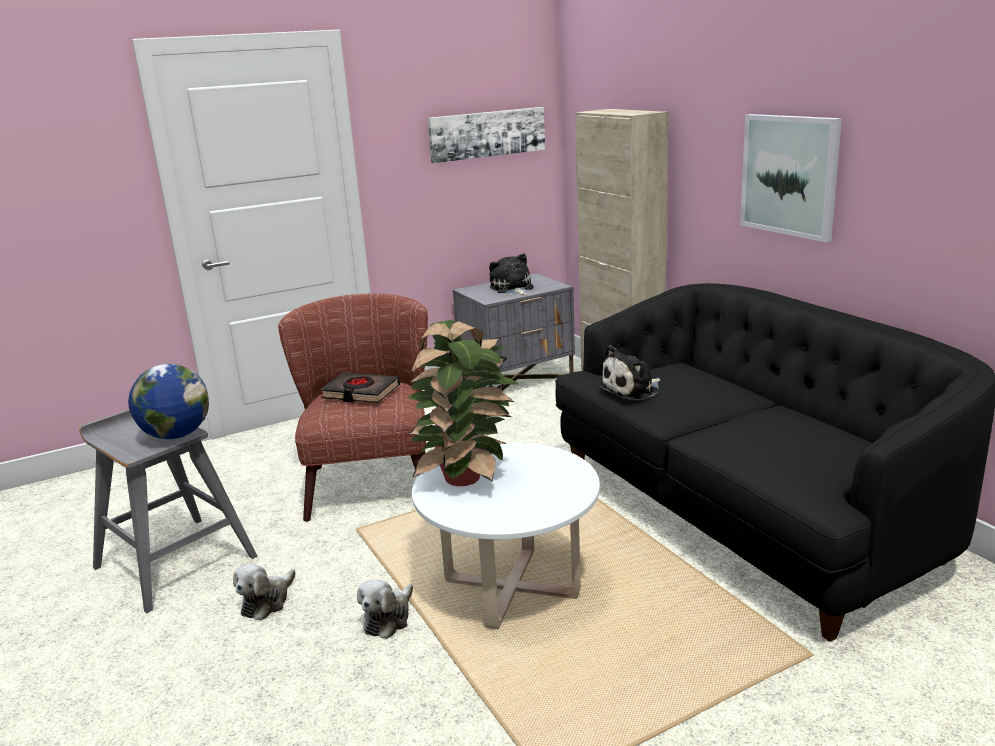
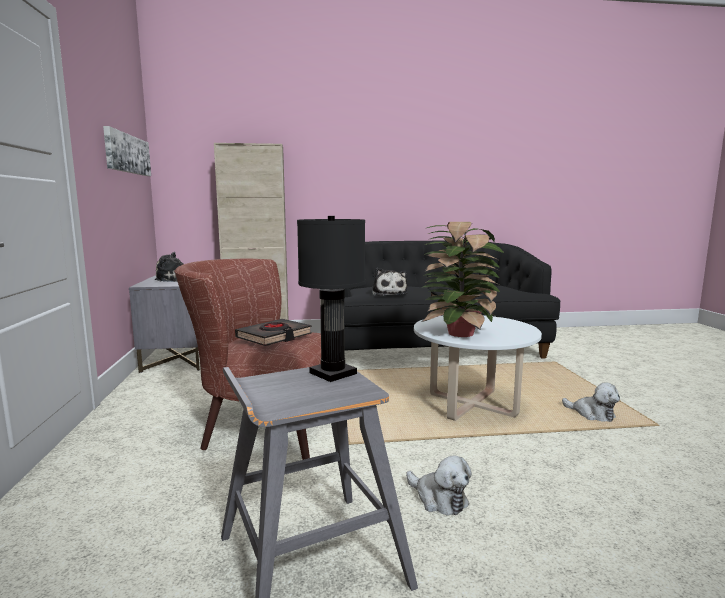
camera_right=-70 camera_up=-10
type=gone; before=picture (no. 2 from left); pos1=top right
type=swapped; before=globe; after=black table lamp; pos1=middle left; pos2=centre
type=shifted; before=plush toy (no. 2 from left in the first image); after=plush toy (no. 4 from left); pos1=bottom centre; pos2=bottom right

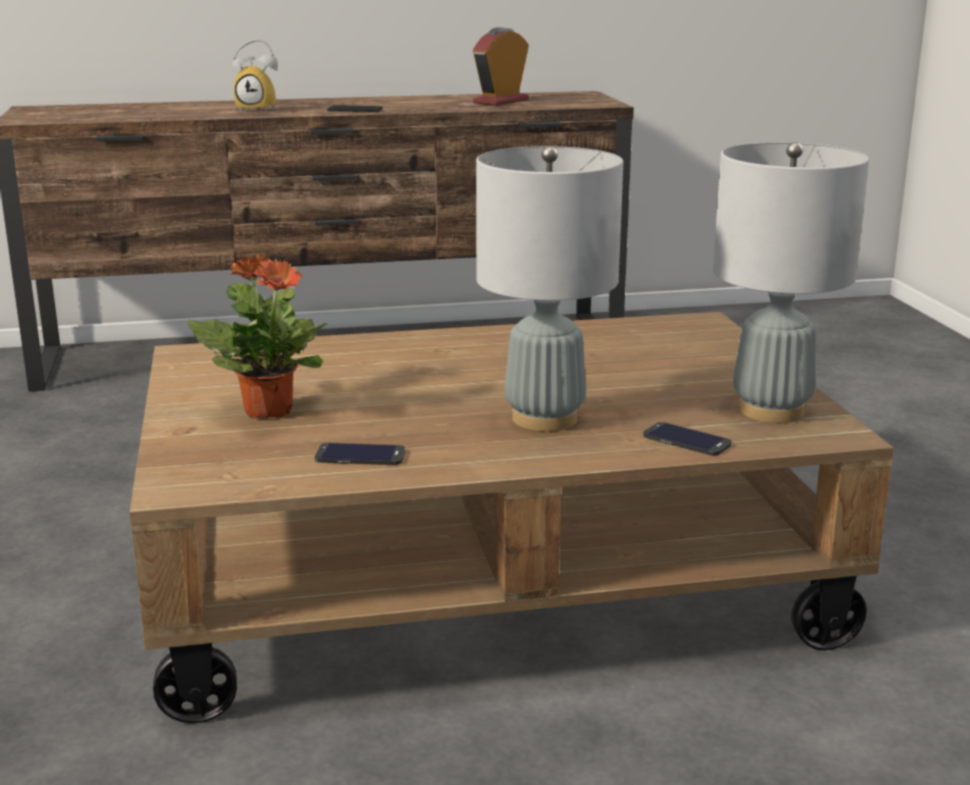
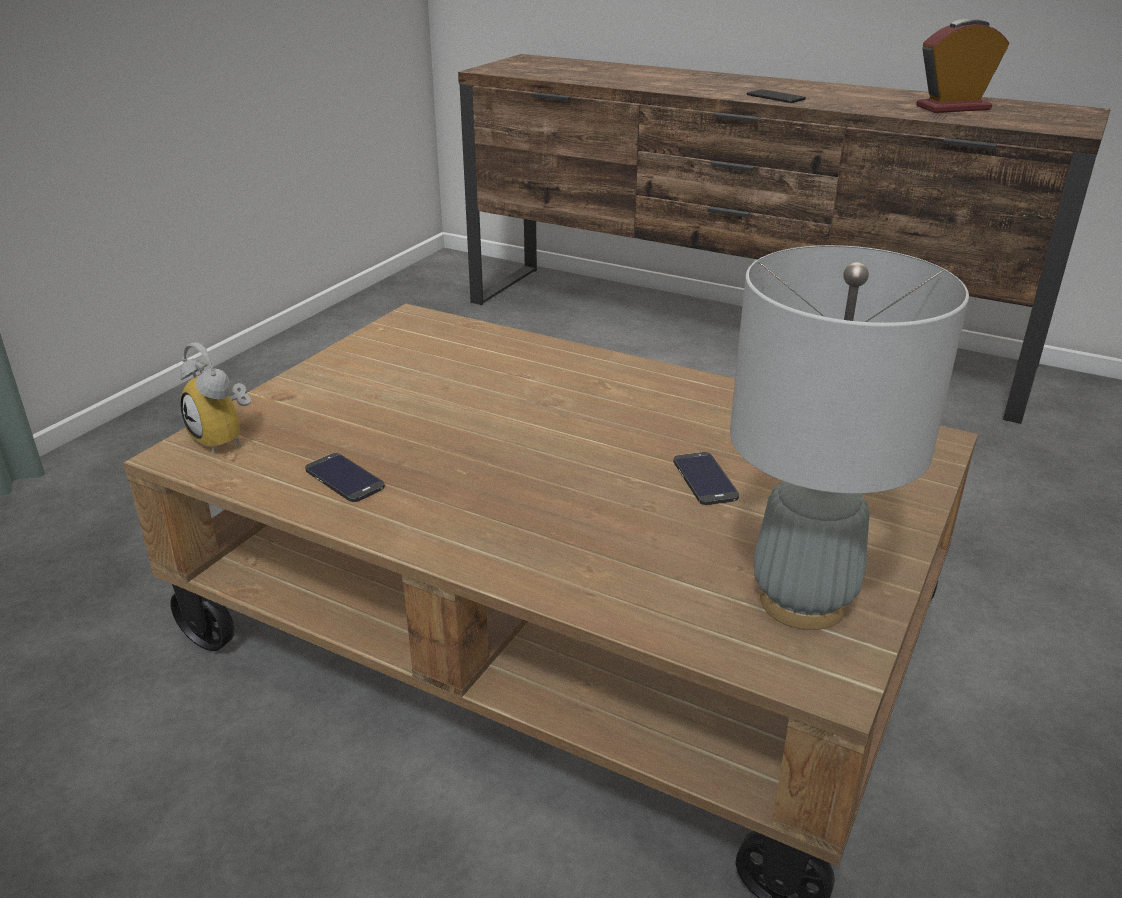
camera_right=40 camera_up=10
type=shifted; before=alarm clock (no. 1 from left); pos1=top left; pos2=middle left
type=gone; before=grey table lamp (no. 1 from left); pos1=centre
type=gone; before=potted plant; pos1=middle left
type=shifted; before=phone (no. 3 from left in the first image); after=phone (no. 2 from left); pos1=middle right; pos2=centre

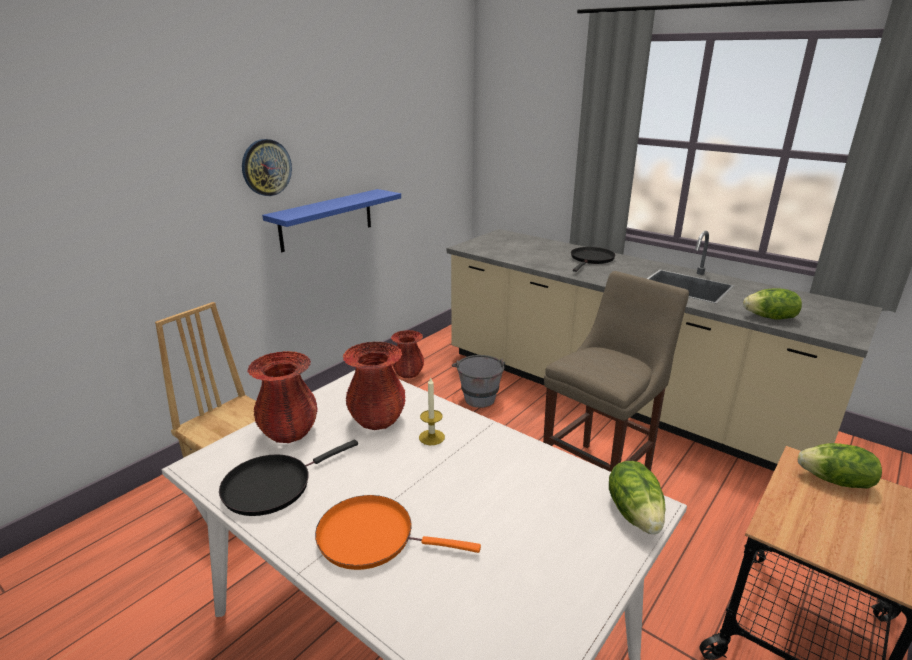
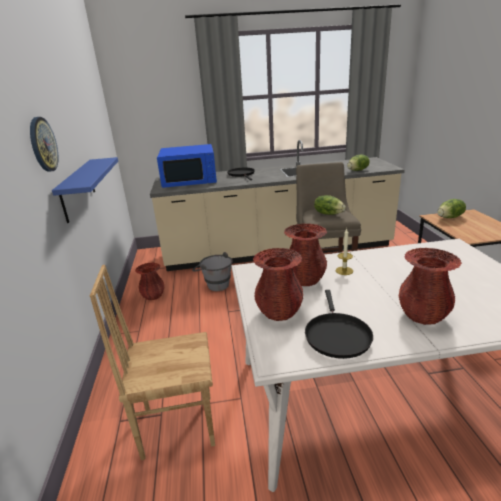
camera_right=-45 camera_up=0
type=shifted; before=lettuce (no. 1 from left); pos1=bottom right; pos2=centre
type=swapped; before=orange frying pan; after=red vase (no. 4 from left); pos1=bottom centre; pos2=middle right
type=new; after=blue microwave; pos2=top centre

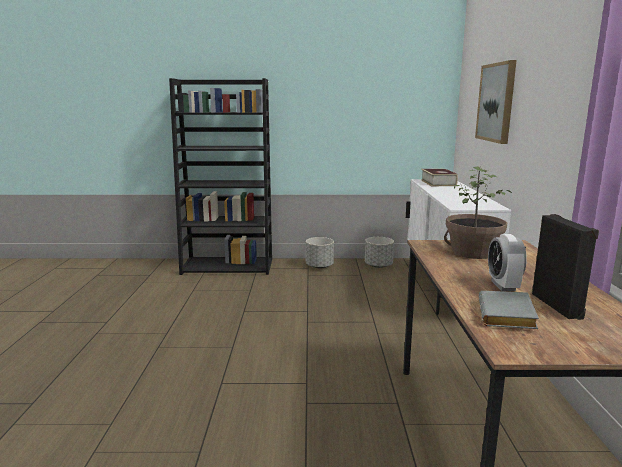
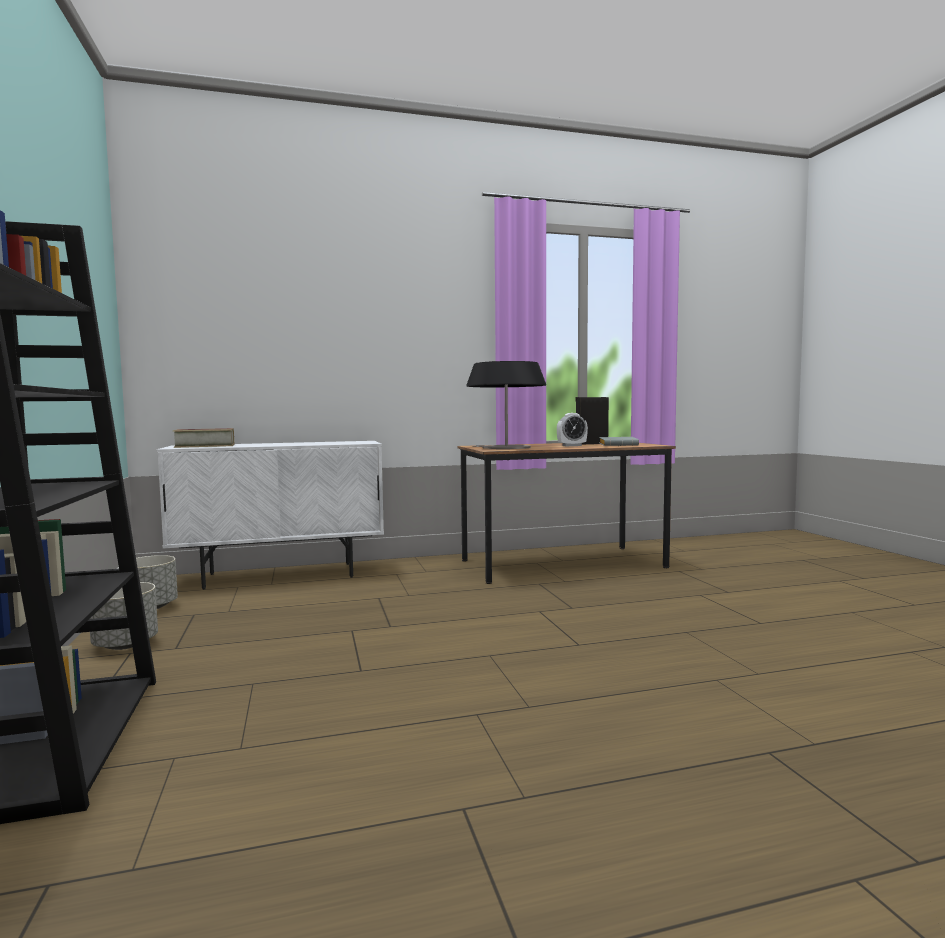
camera_right=-105 camera_up=-10
type=gone; before=picture; pos1=top right
type=swapped; before=potted plant; after=table lamp; pos1=middle right; pos2=centre

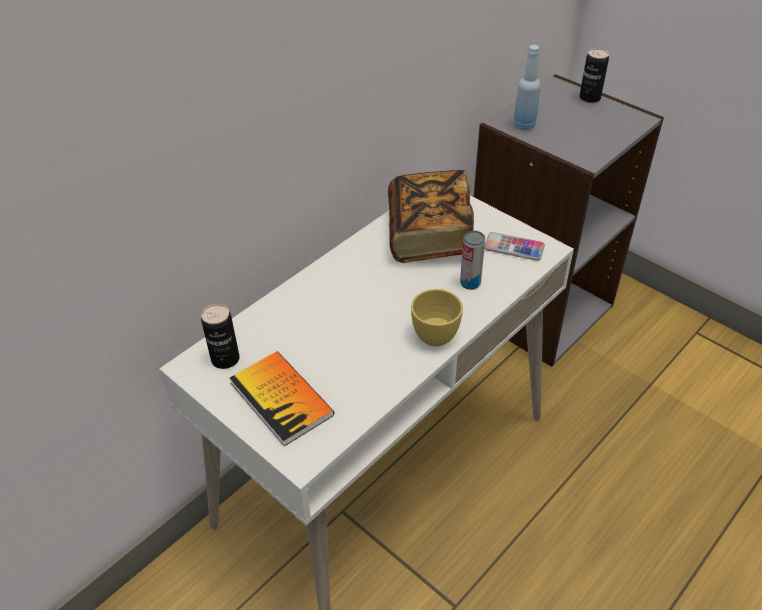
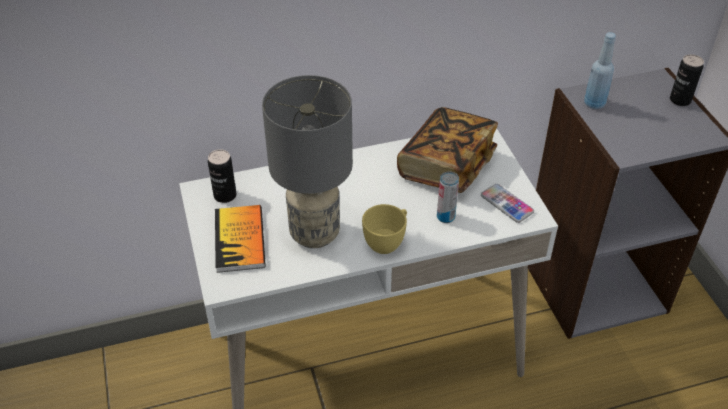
camera_right=30 camera_up=0
type=new; after=grey table lamp; pos2=centre

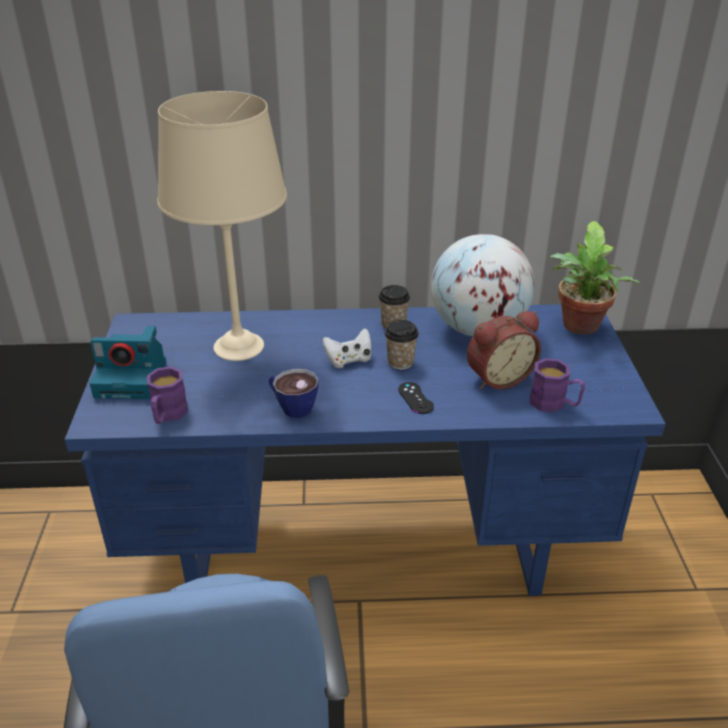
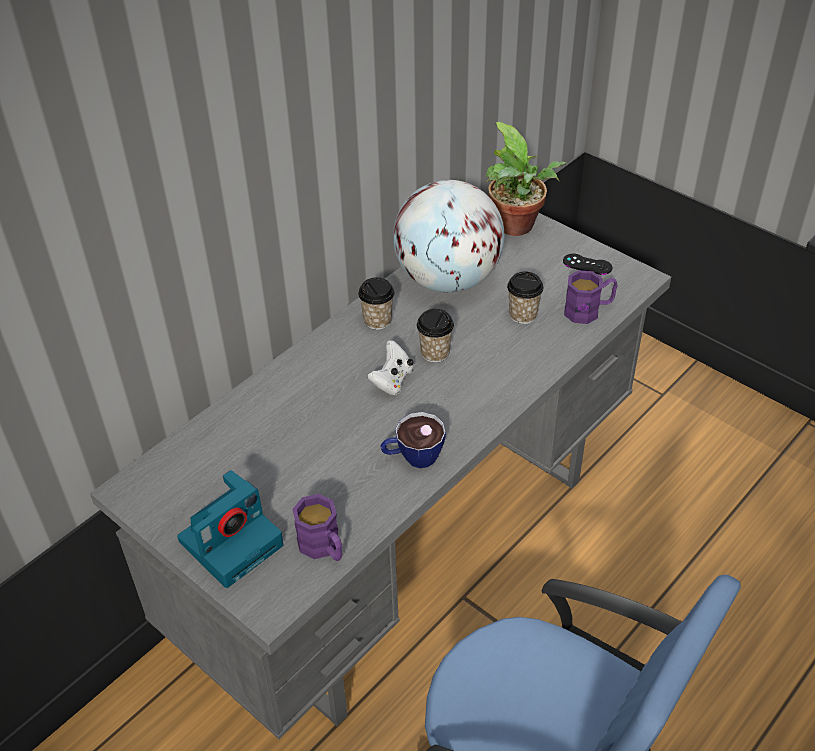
camera_right=-45 camera_up=10
type=gone; before=beige table lamp; pos1=top left
type=repainted; before=blue desk; after=grey desk; pos1=centre; pos2=centre
type=swapped; before=alarm clock; after=cup (no. 4 from left); pos1=middle right; pos2=centre
type=shifted; before=black game controller; pos1=centre; pos2=middle right

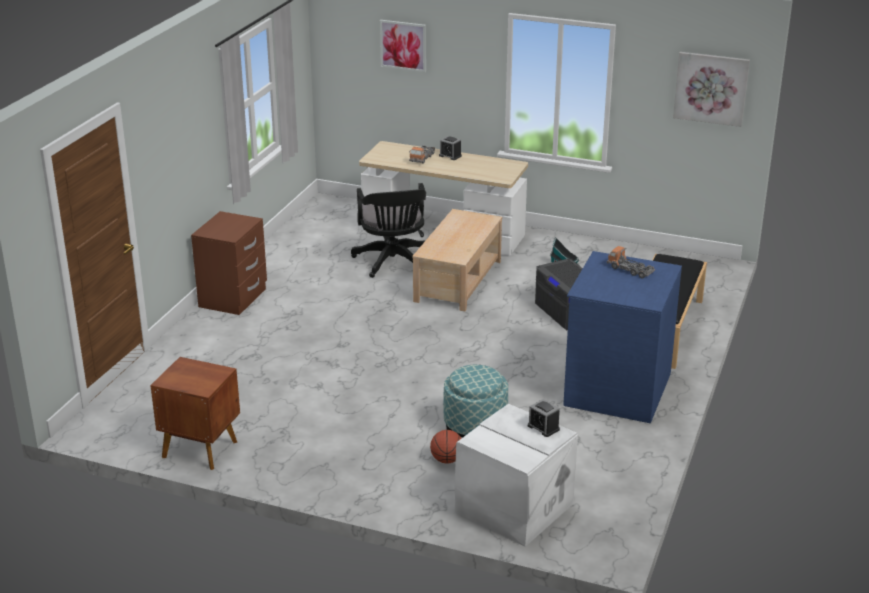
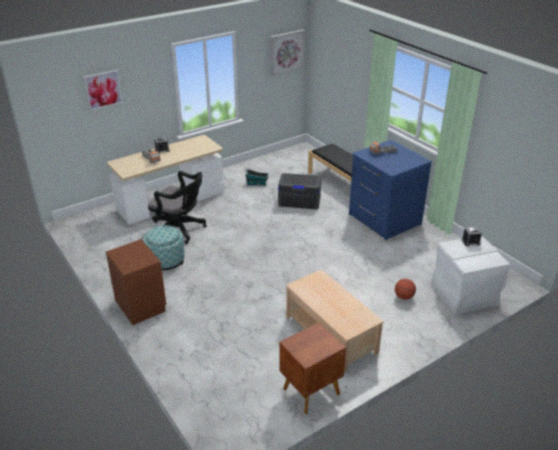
camera_right=-55 camera_up=5
type=shifted; before=beige coffee table; pos1=centre; pos2=bottom centre
type=shifted; before=ottoman; pos1=bottom centre; pos2=middle left

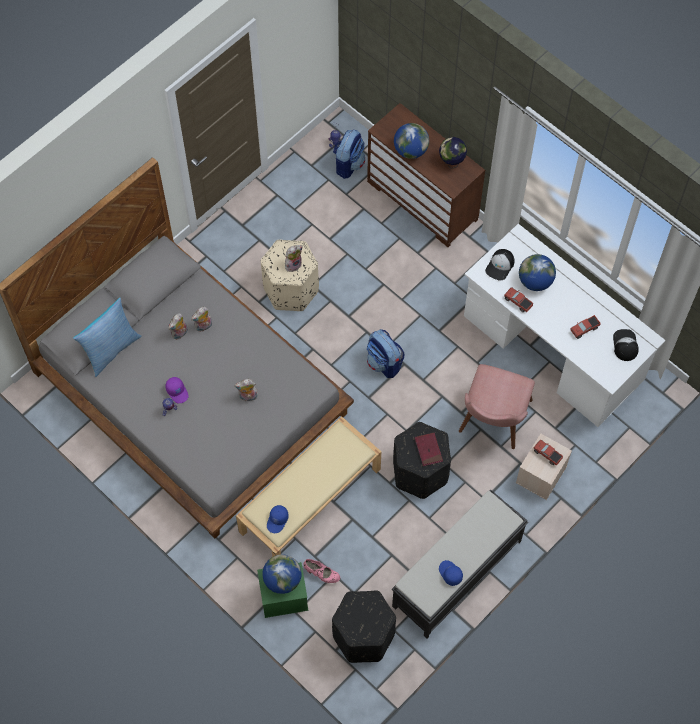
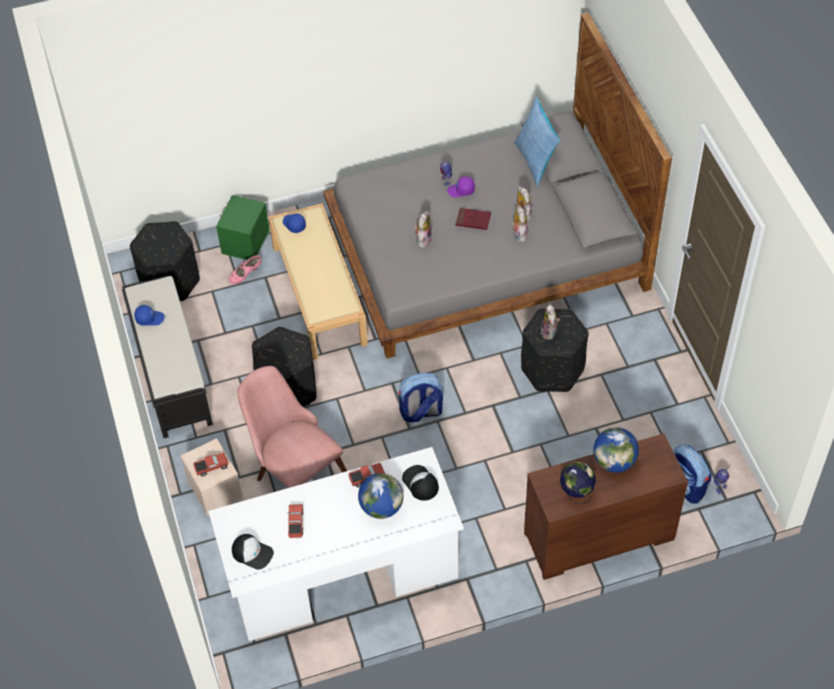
camera_right=120 camera_up=-10
type=repainted; before=beige ottoman; after=black ottoman (no. 3 from left); pos1=centre; pos2=centre
type=shifted; before=red book; pos1=centre; pos2=top centre
type=gone; before=globe (no. 1 from left); pos1=bottom centre

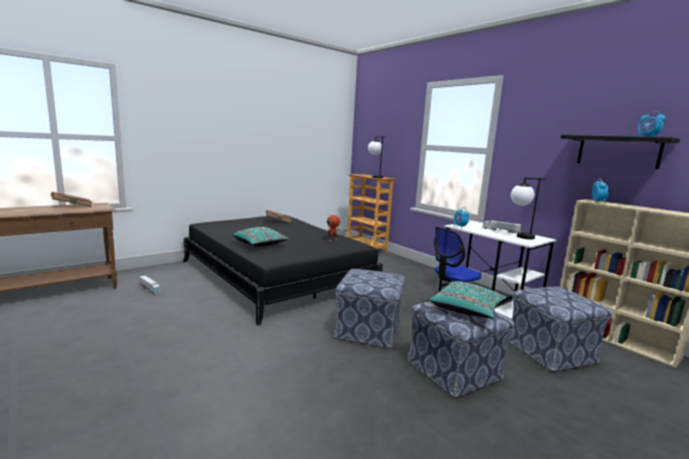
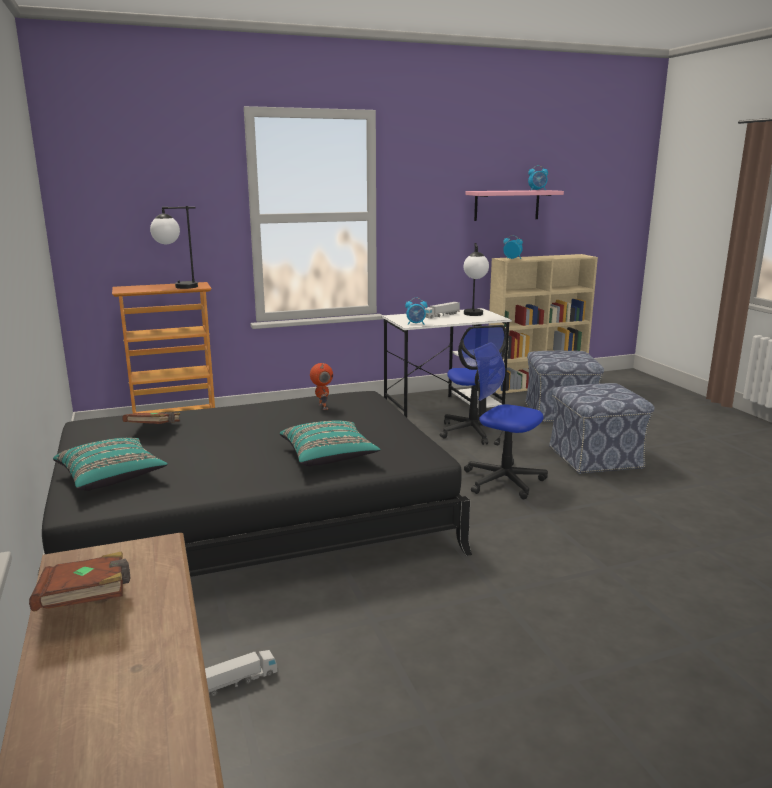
camera_right=-70 camera_up=5
type=repainted; before=black shelf; after=pink shelf; pos1=top right; pos2=top centre
type=swapped; before=ottoman (no. 1 from left); after=office chair (no. 2 from left); pos1=bottom centre; pos2=centre
type=shifted; before=turquoise pillow (no. 2 from left in the first image); after=turquoise pillow (no. 1 from left); pos1=middle right; pos2=middle left

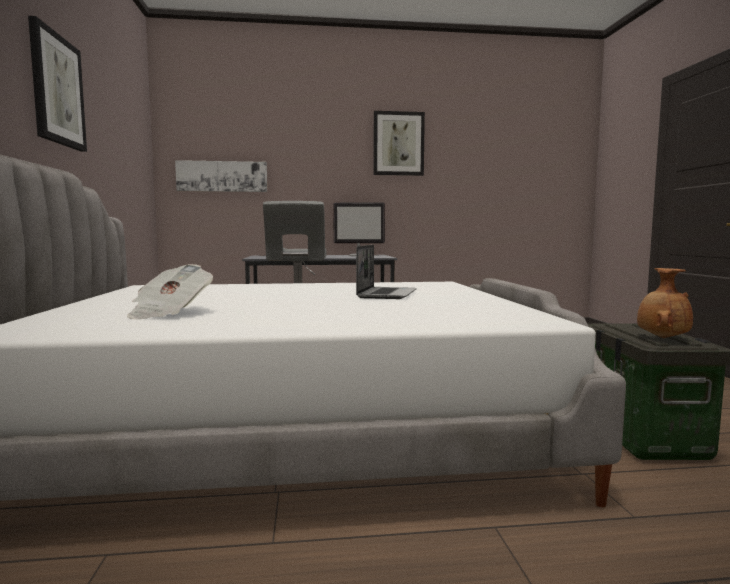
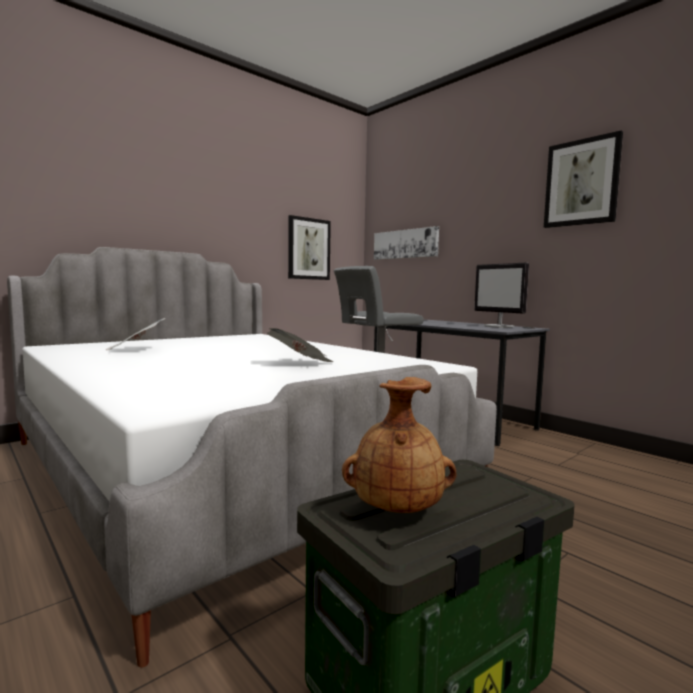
camera_right=55 camera_up=0
type=shifted; before=picture (no. 1 from left); pos1=top left; pos2=centre
type=swapped; before=laptop; after=newspaper (no. 2 from left); pos1=centre; pos2=centre

